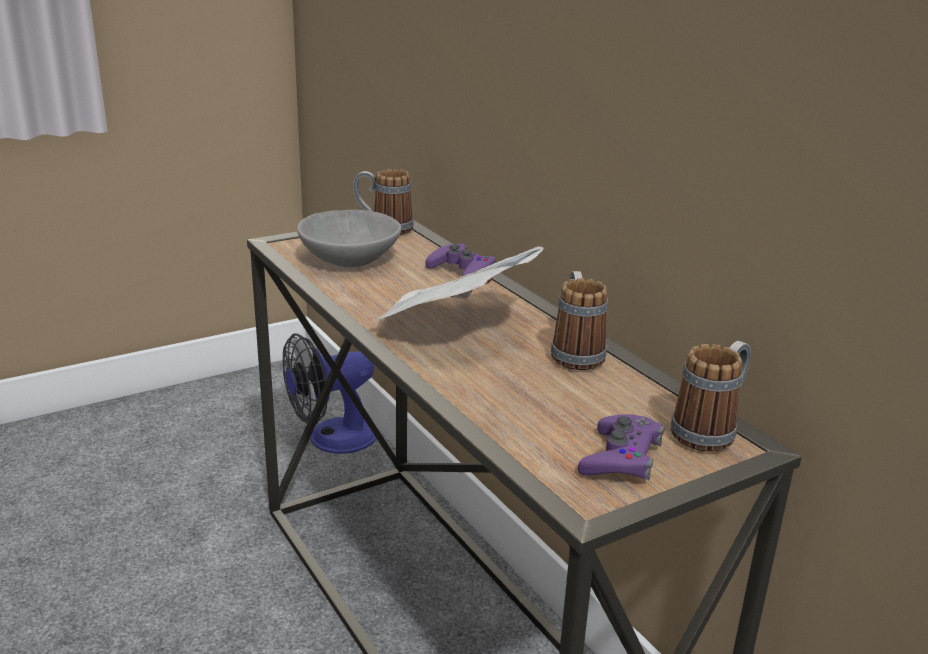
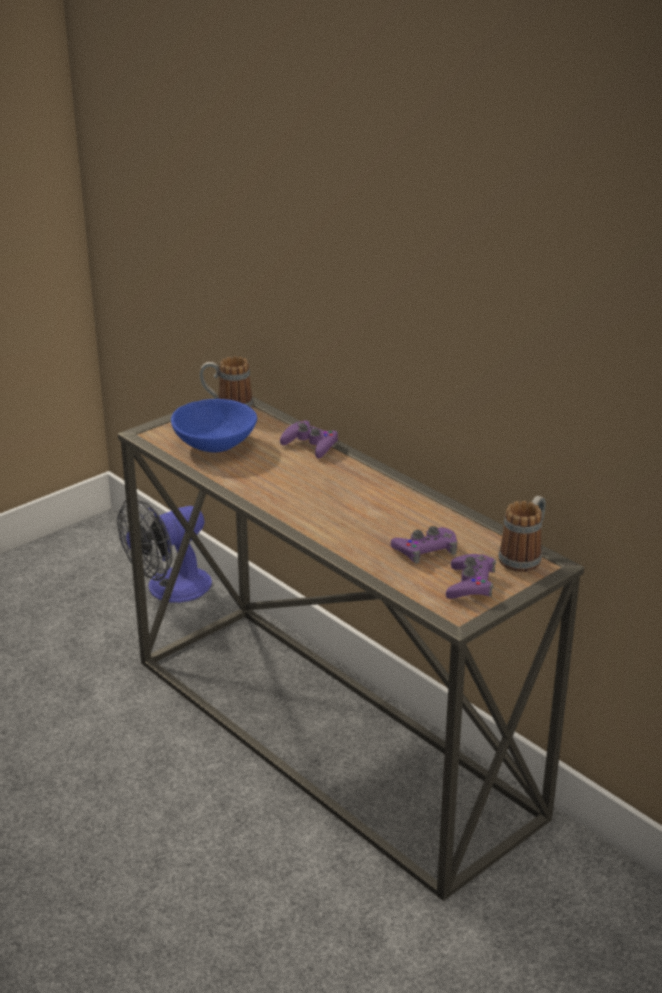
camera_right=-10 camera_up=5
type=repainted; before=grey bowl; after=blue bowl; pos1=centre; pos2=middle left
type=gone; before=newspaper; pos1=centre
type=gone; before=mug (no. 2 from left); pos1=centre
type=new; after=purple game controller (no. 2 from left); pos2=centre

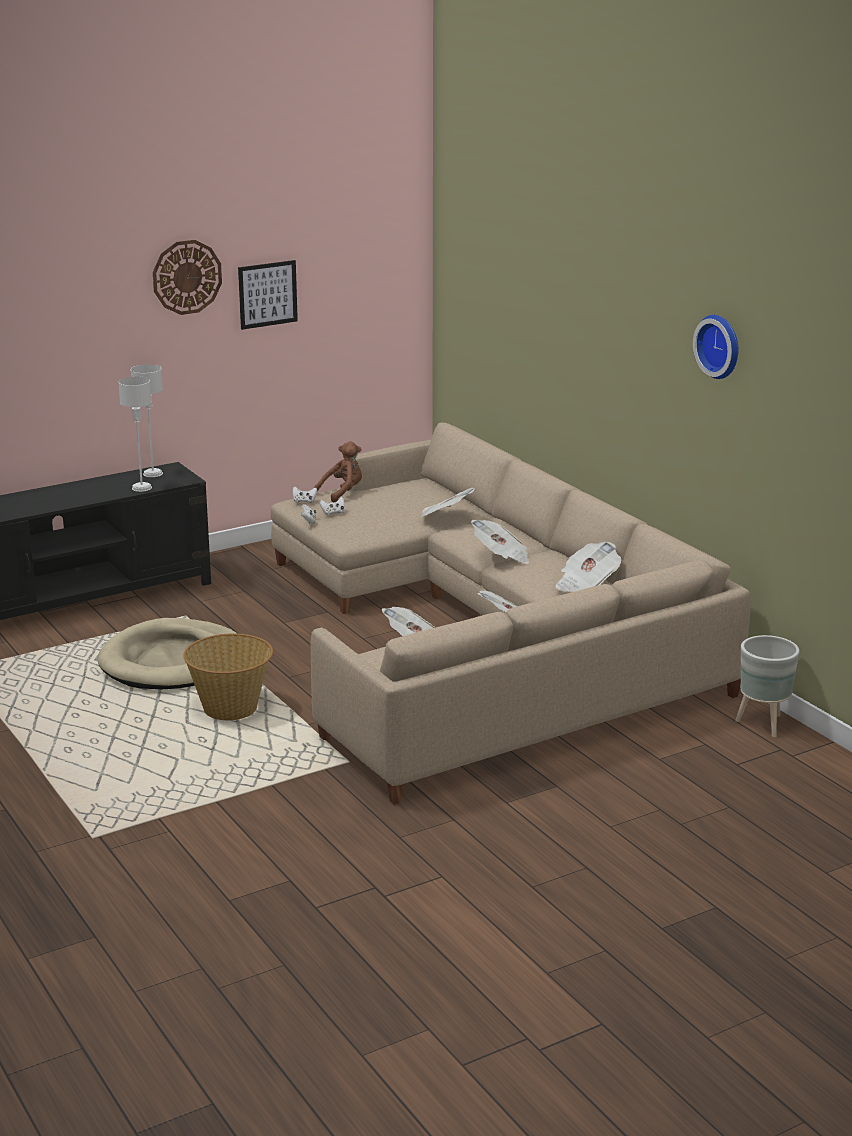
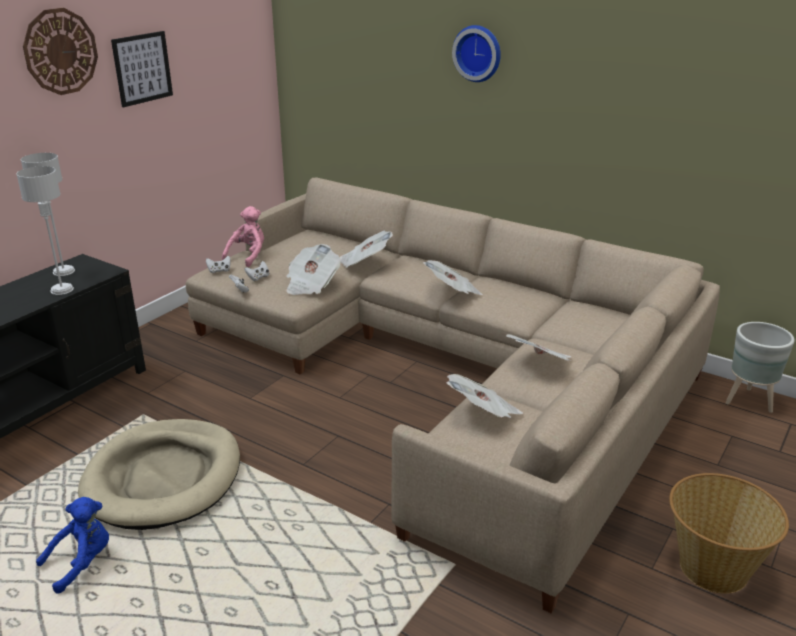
camera_right=-25 camera_up=5
type=shifted; before=wall clock (no. 2 from left); pos1=top right; pos2=top centre
type=repainted; before=brown plush toy; after=pink plush toy; pos1=centre; pos2=middle left
type=shifted; before=newspaper (no. 5 from left in the first image); after=newspaper (no. 1 from left); pos1=middle right; pos2=centre
type=shifted; before=basket; pos1=middle left; pos2=bottom right
type=new; after=blue plush toy; pos2=bottom left

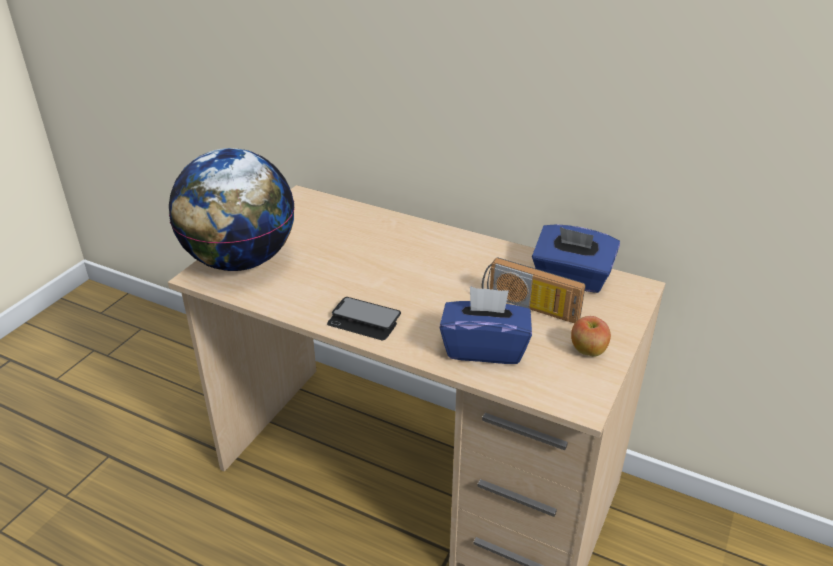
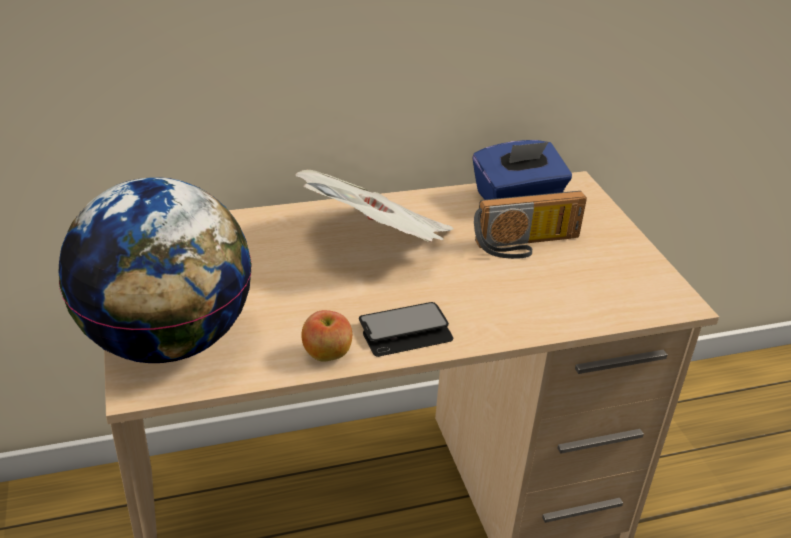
camera_right=-45 camera_up=0
type=gone; before=blue tissue box (no. 1 from left); pos1=centre
type=shifted; before=apple; pos1=middle right; pos2=centre
type=new; after=newspaper; pos2=centre

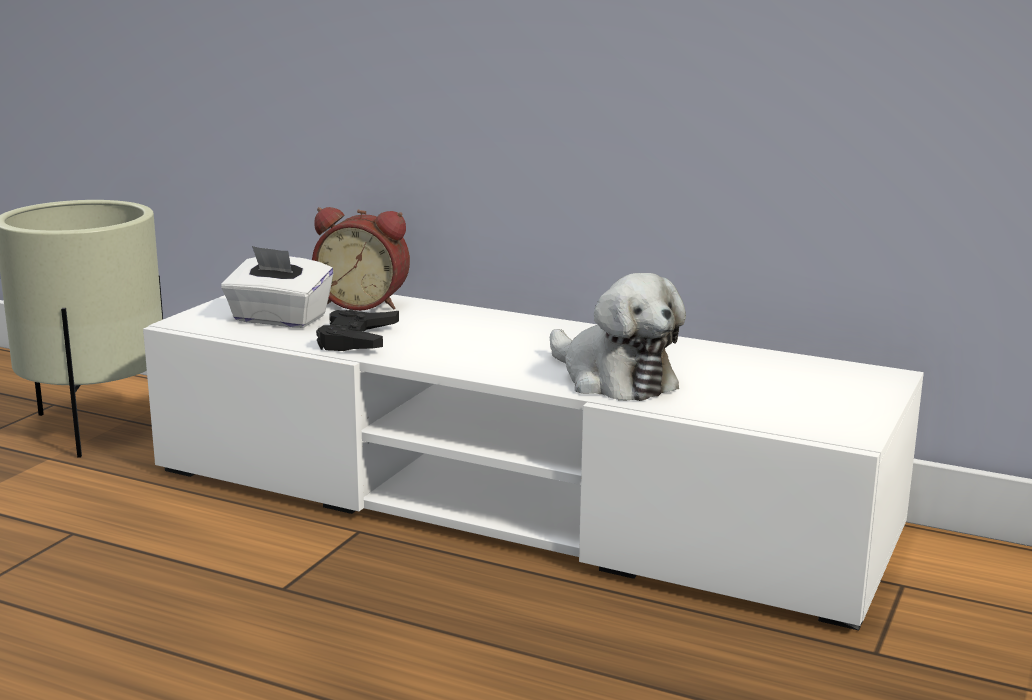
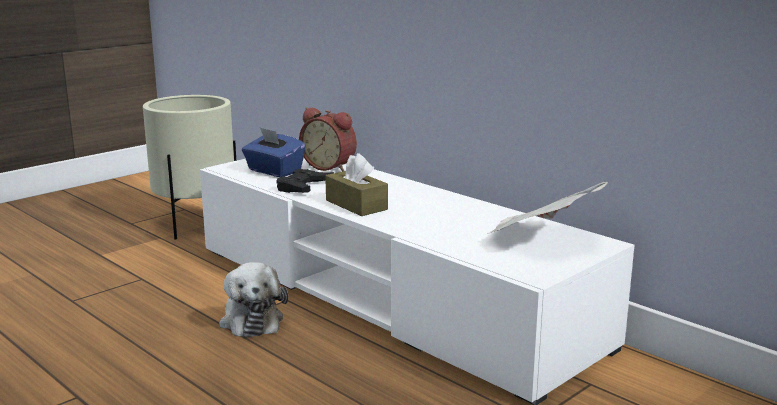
camera_right=20 camera_up=0
type=repainted; before=white tissue box; after=blue tissue box; pos1=middle left; pos2=centre
type=shifted; before=plush toy; pos1=centre; pos2=bottom left
type=new; after=brown tissue box; pos2=centre
type=new; after=newspaper; pos2=middle right

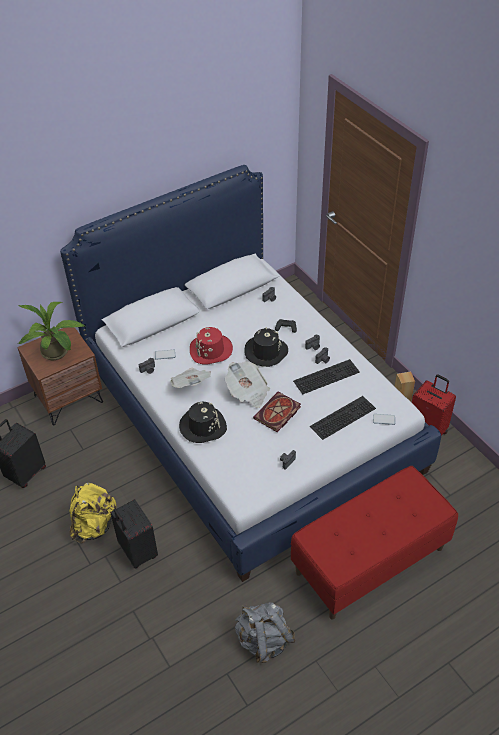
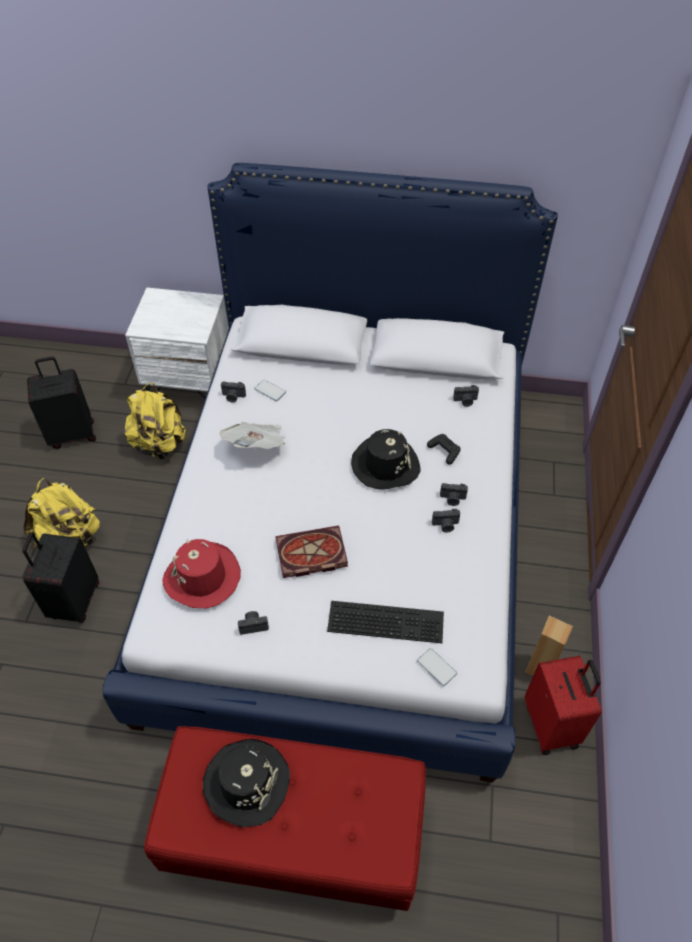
camera_right=40 camera_up=5
type=gone; before=potted plant; pos1=middle left
type=repainted; before=brown nightstand; after=white nightstand; pos1=middle left; pos2=middle left
type=shifted; before=red hat; pos1=centre; pos2=middle left
type=gone; before=keyboard (no. 1 from left); pos1=centre
type=gone; before=newspaper (no. 2 from left); pos1=centre
type=shifted; before=black hat (no. 1 from left); pos1=centre; pos2=bottom centre
type=gone; before=grey backpack; pos1=bottom centre
type=new; after=yellow backpack (no. 2 from left); pos2=middle left

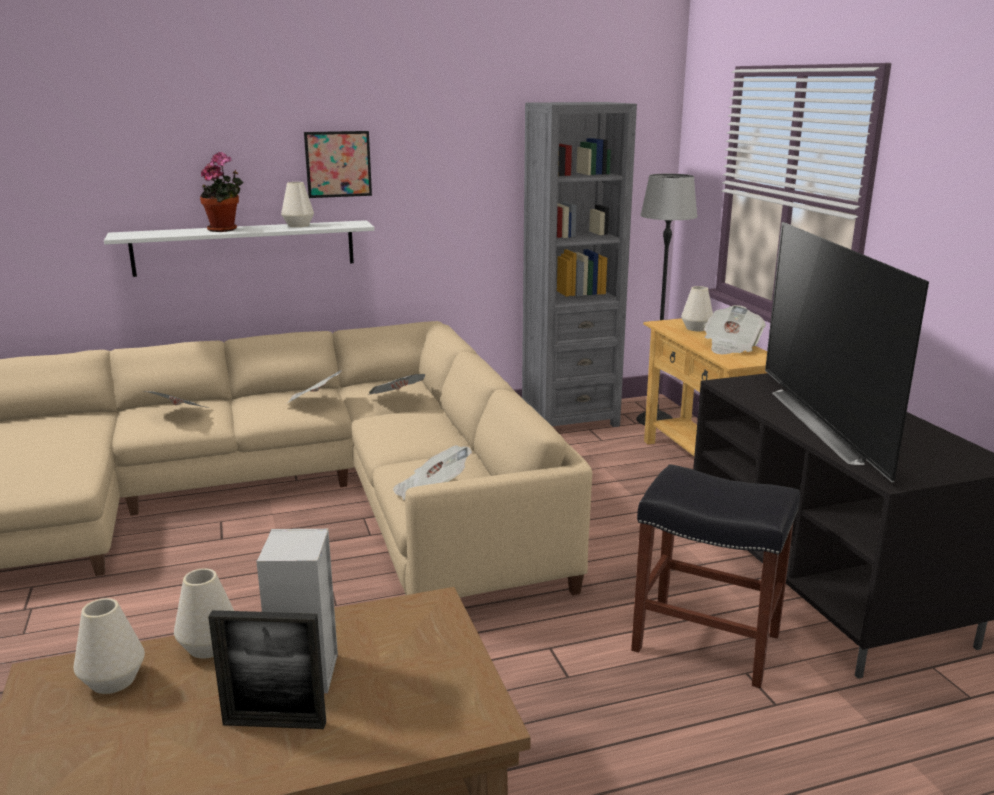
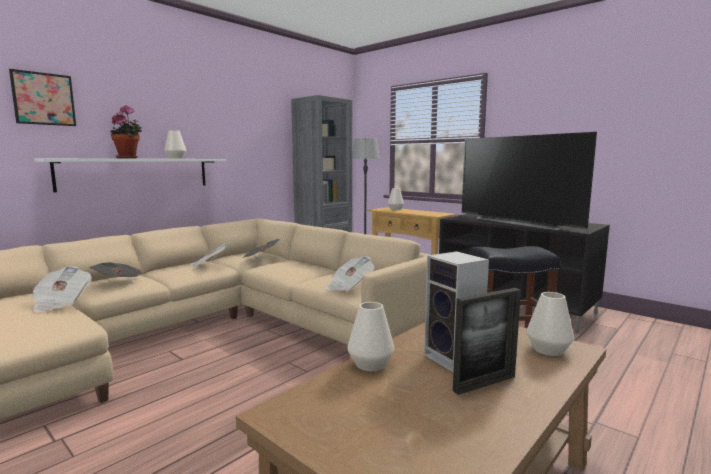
camera_right=-30 camera_up=-10
type=shifted; before=picture; pos1=top centre; pos2=top left
type=shifted; before=newspaper (no. 5 from left in the first image); after=newspaper (no. 1 from left); pos1=middle right; pos2=middle left
type=shifted; before=white vase (no. 1 from left in the first image); after=white vase (no. 4 from left); pos1=bottom left; pos2=bottom right

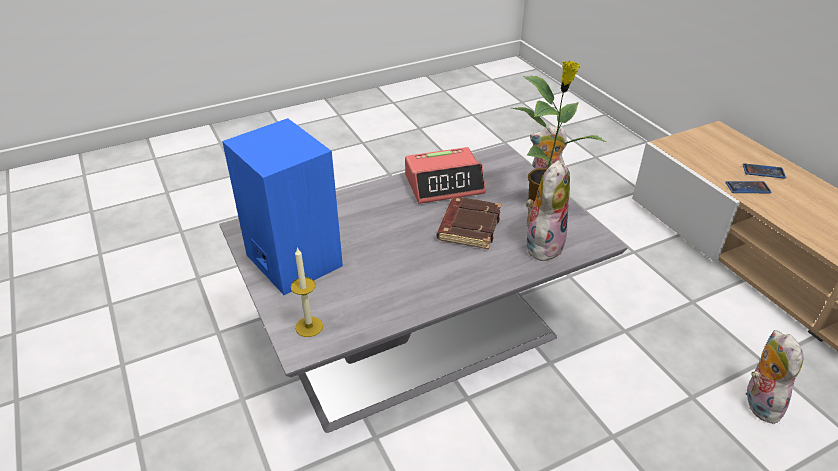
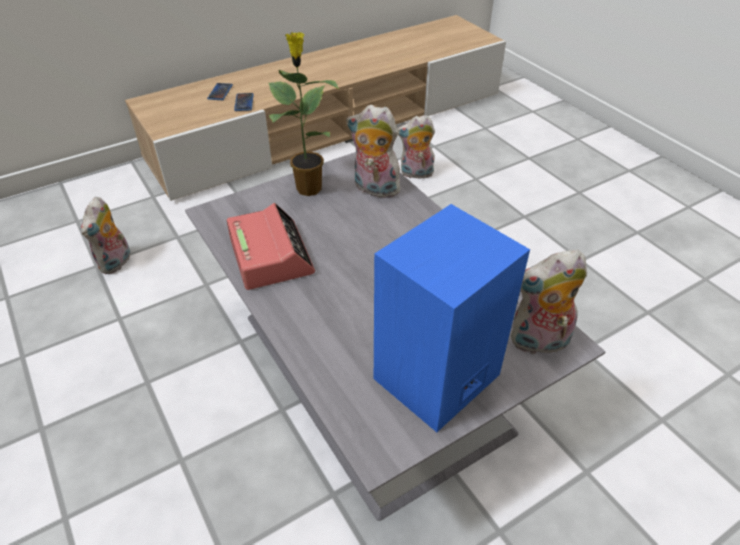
camera_right=-95 camera_up=5
type=gone; before=brown book; pos1=centre
type=swapped; before=candle; after=plush toy (no. 4 from left); pos1=centre; pos2=middle right

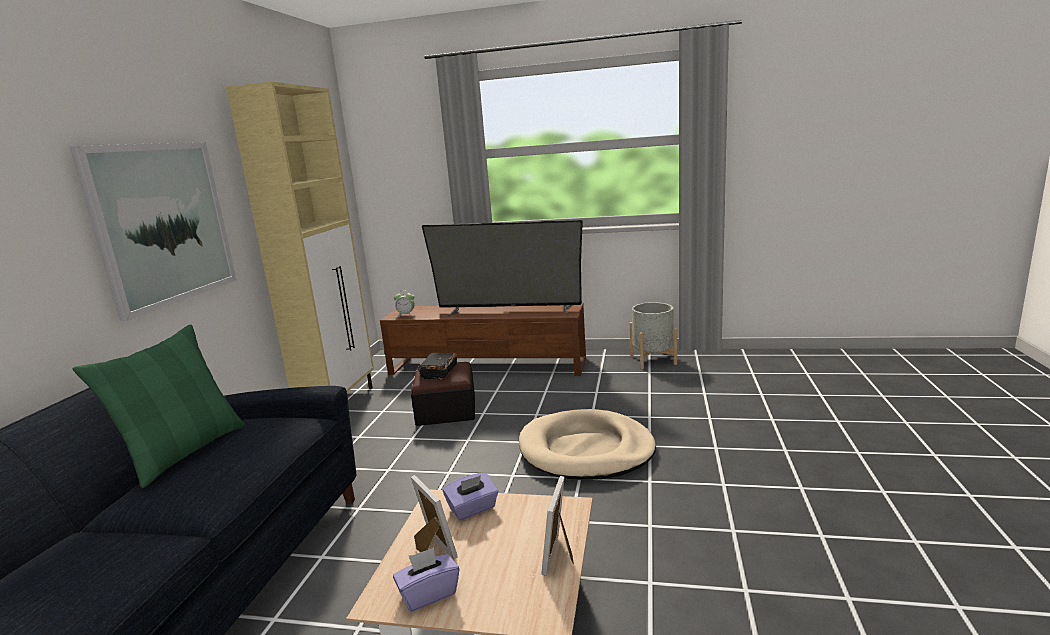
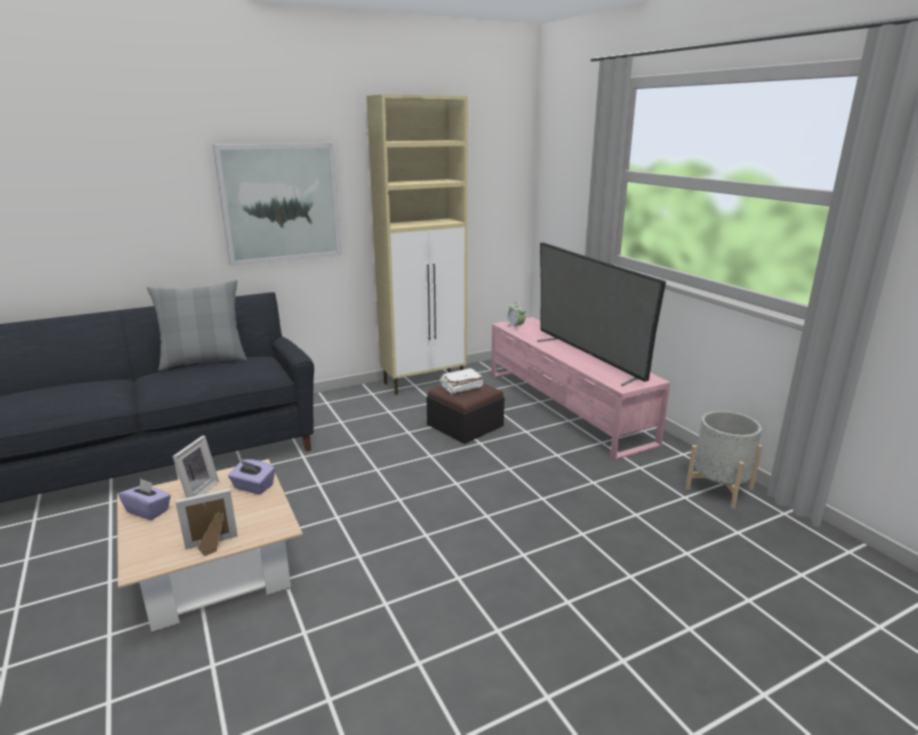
camera_right=50 camera_up=5
type=repainted; before=brown tv stand; after=pink tv stand; pos1=centre; pos2=centre
type=repainted; before=green pillow; after=grey pillow; pos1=middle left; pos2=middle left
type=repainted; before=black book; after=white book; pos1=centre; pos2=centre
type=gone; before=beige dog bed; pos1=bottom centre

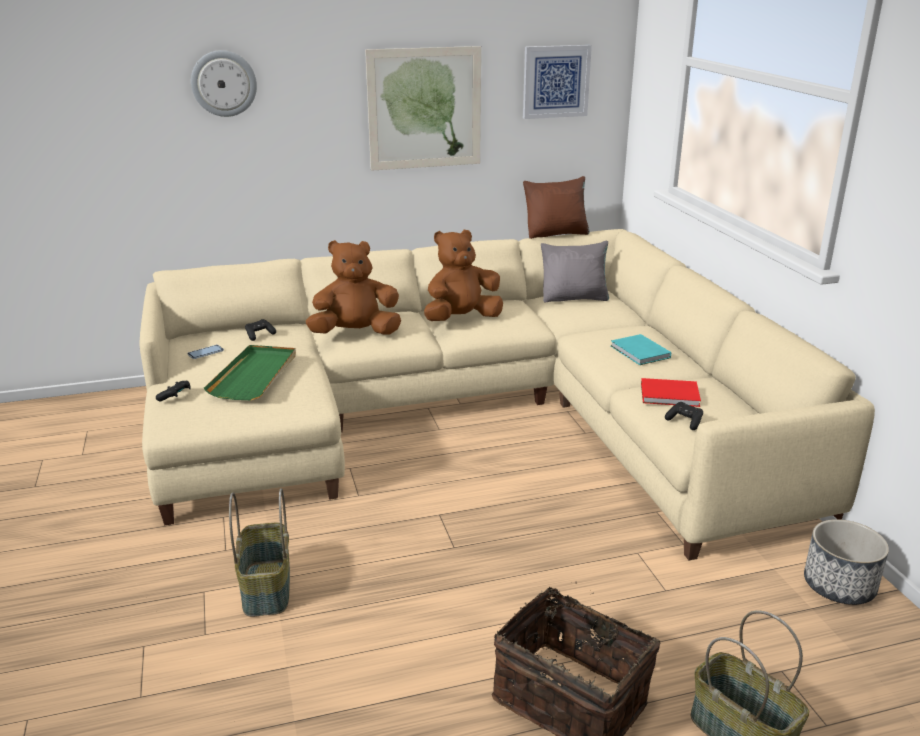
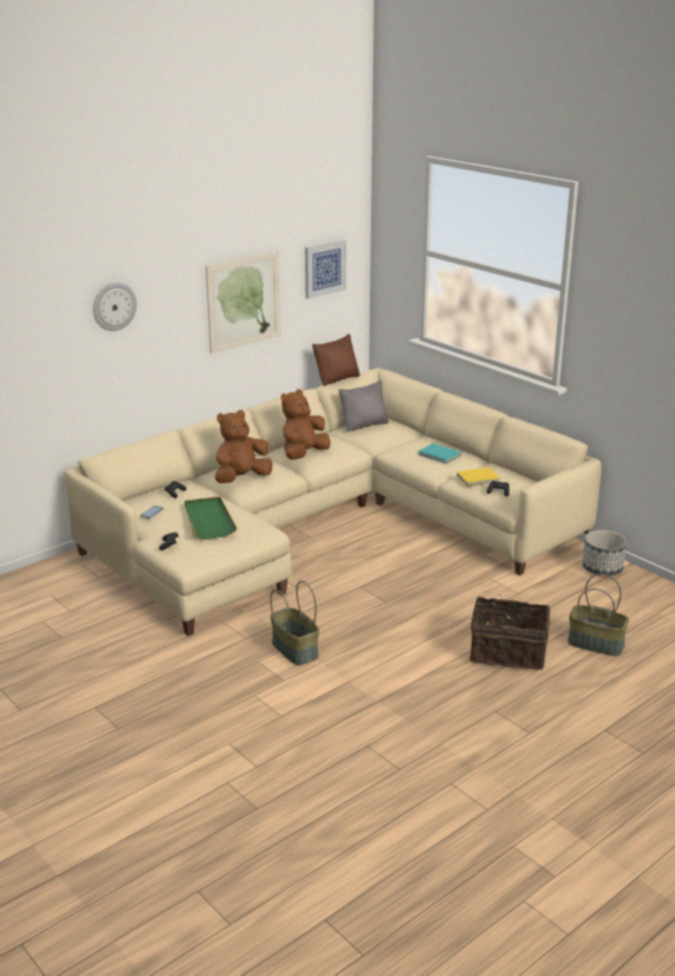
camera_right=-25 camera_up=0
type=repainted; before=red book; after=yellow book; pos1=middle right; pos2=middle right

